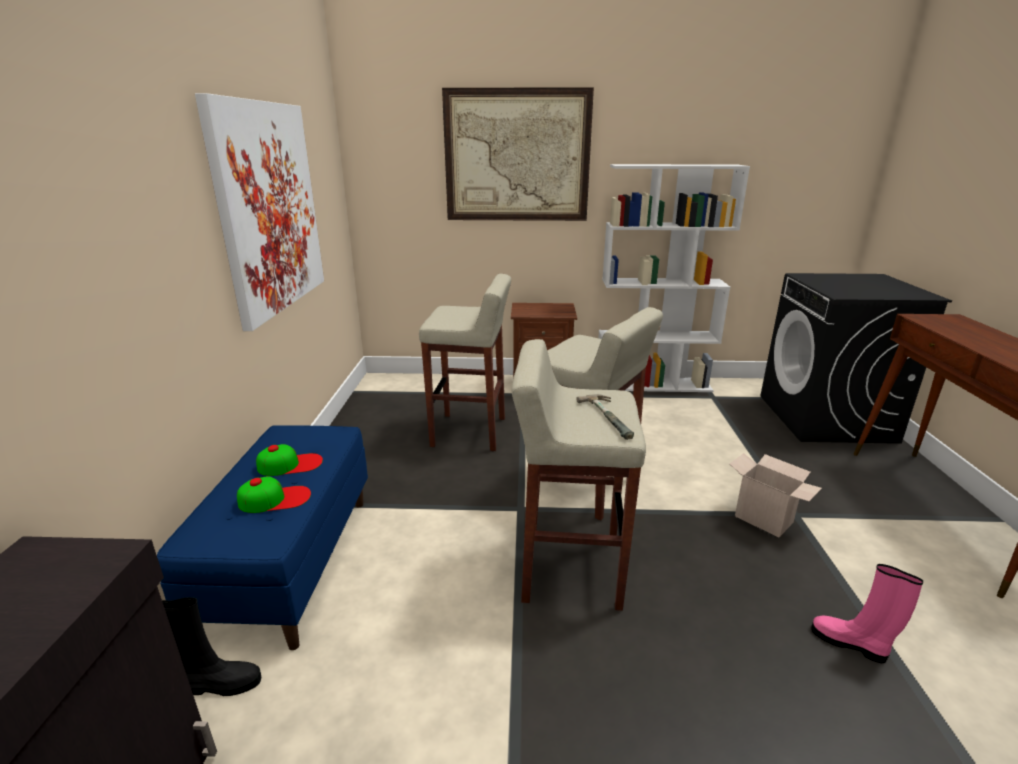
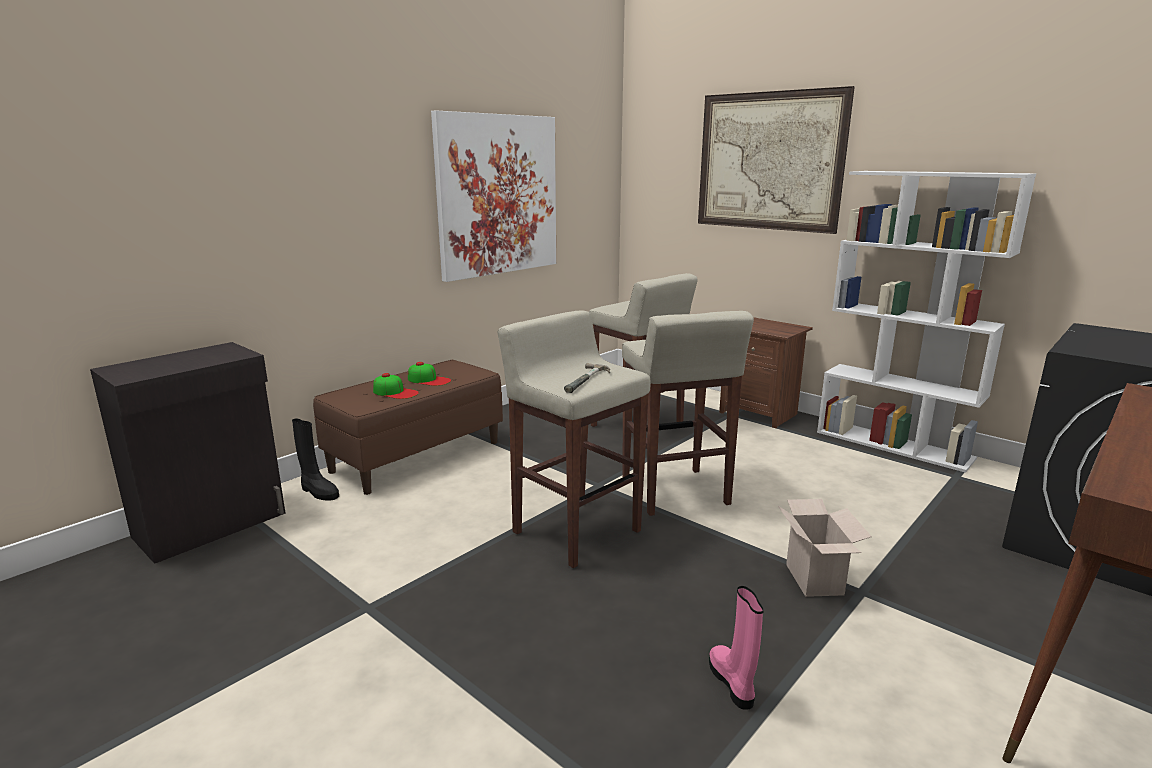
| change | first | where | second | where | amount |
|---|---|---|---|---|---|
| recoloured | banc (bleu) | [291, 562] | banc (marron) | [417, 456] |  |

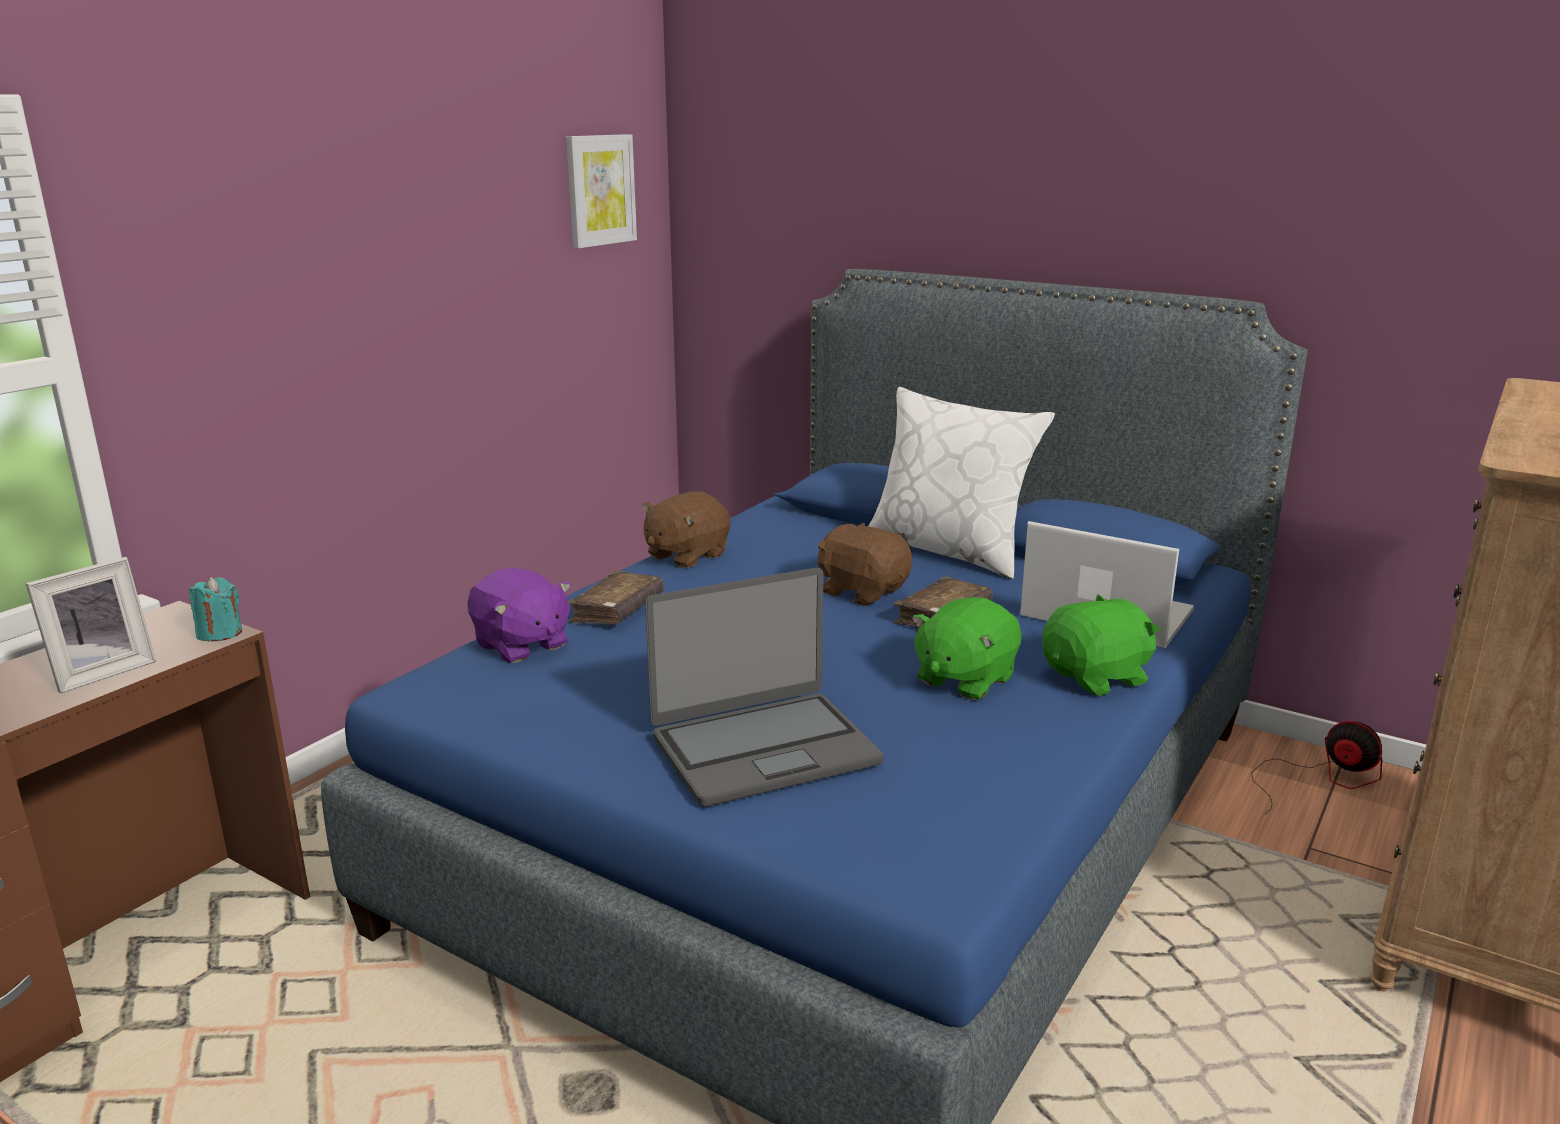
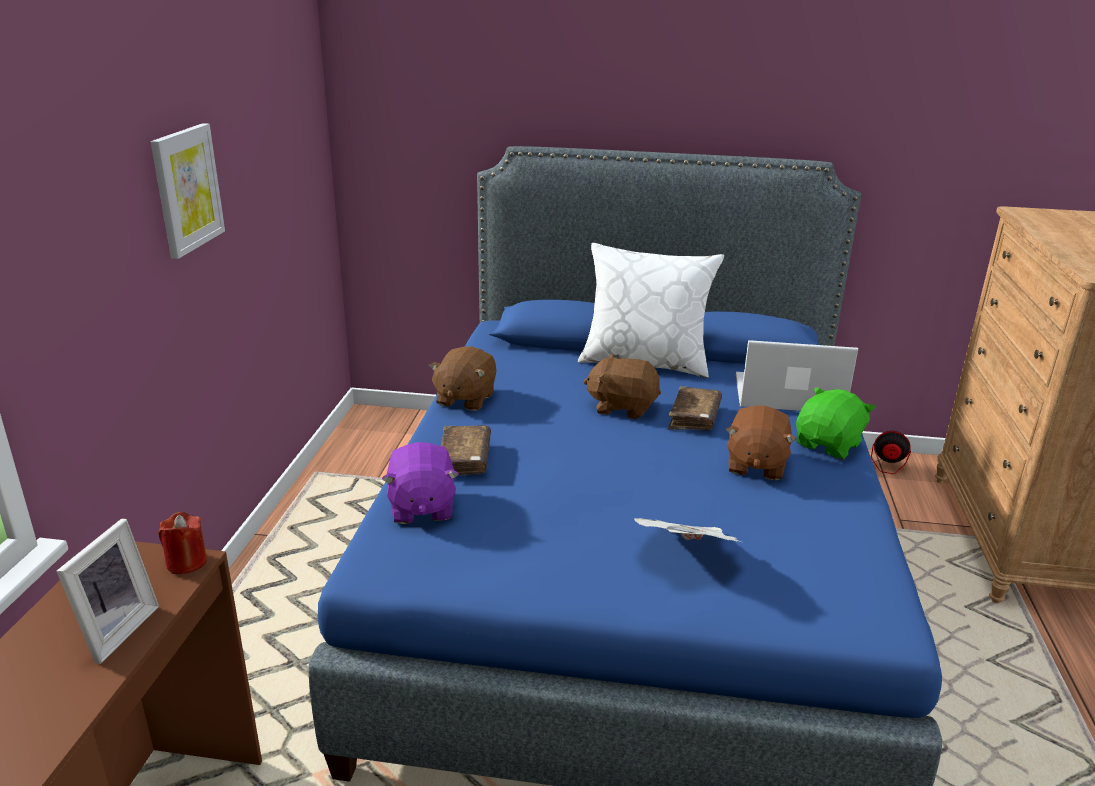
| change | first | where | second | where | amount |
|---|---|---|---|---|---|
| moved | tableau | [600, 190] |  | [186, 189] |  |
| recoloured | bougie (turquoise) | [220, 633] | bougie (rouge) | [186, 562] |  |
| turned | peluche (violet) | [521, 645] |  | [421, 508] | 60 degrees clockwise |
| replaced | ordinateur portable | [763, 749] | journal | [687, 553] |  |
| recoloured | peluche (vert) | [964, 679] | peluche (marron) | [755, 465] |  |

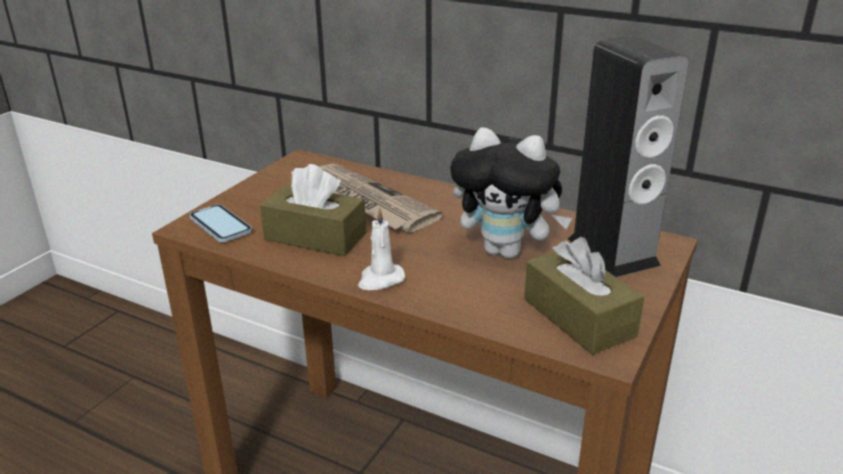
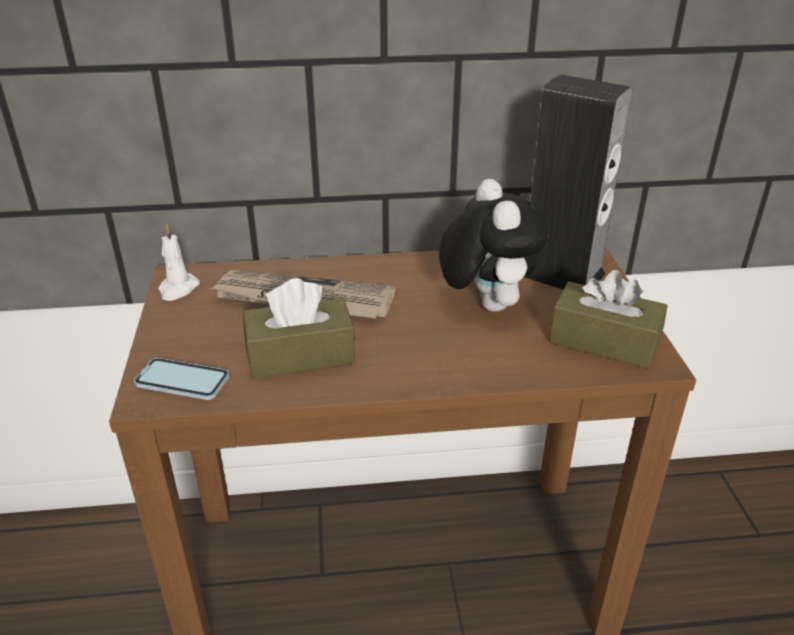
| change | first | where | second | where | amount |
|---|---|---|---|---|---|
| moved | bougie (blanc) | [380, 280] |  | [178, 289] |  |
| turned | peluche | [507, 251] |  | [485, 304] | 90 degrees counterclockwise |

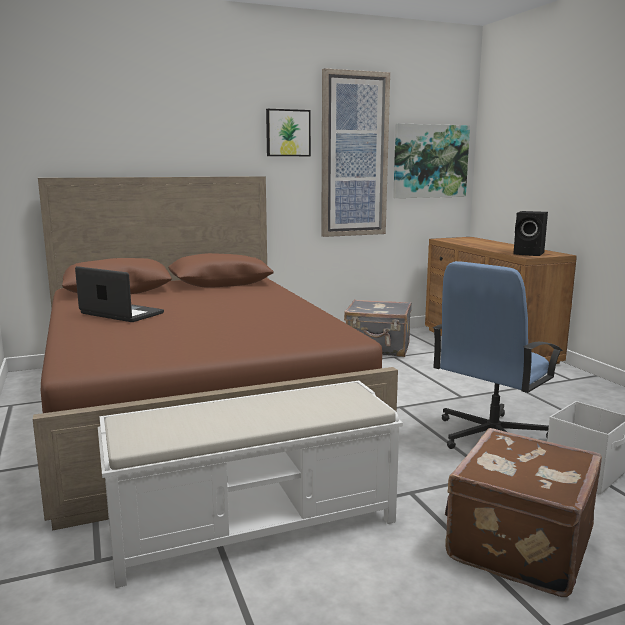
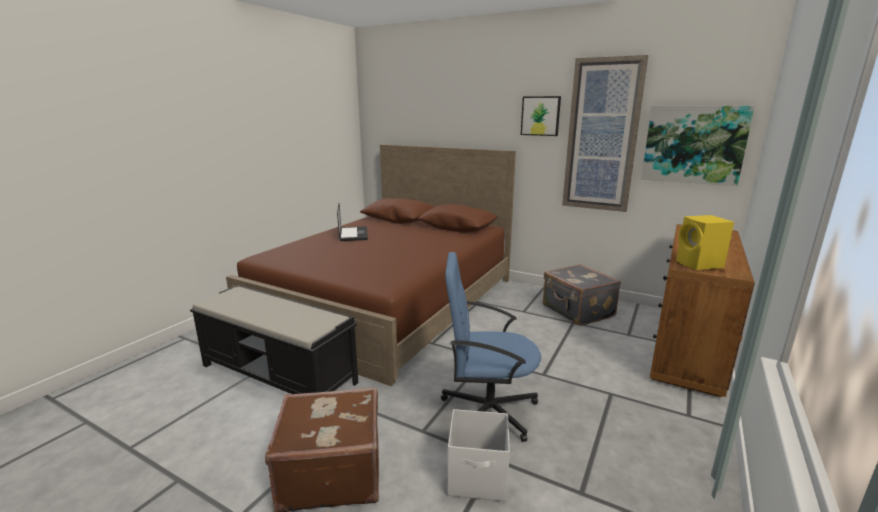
| change | first | where | second | where | amount |
|---|---|---|---|---|---|
| recoloured | banc (blanc) | [256, 525] | banc (noir) | [279, 374] |  |
| recoloured | enceinte (noir) | [530, 254] | enceinte (jaune) | [700, 265] |  |

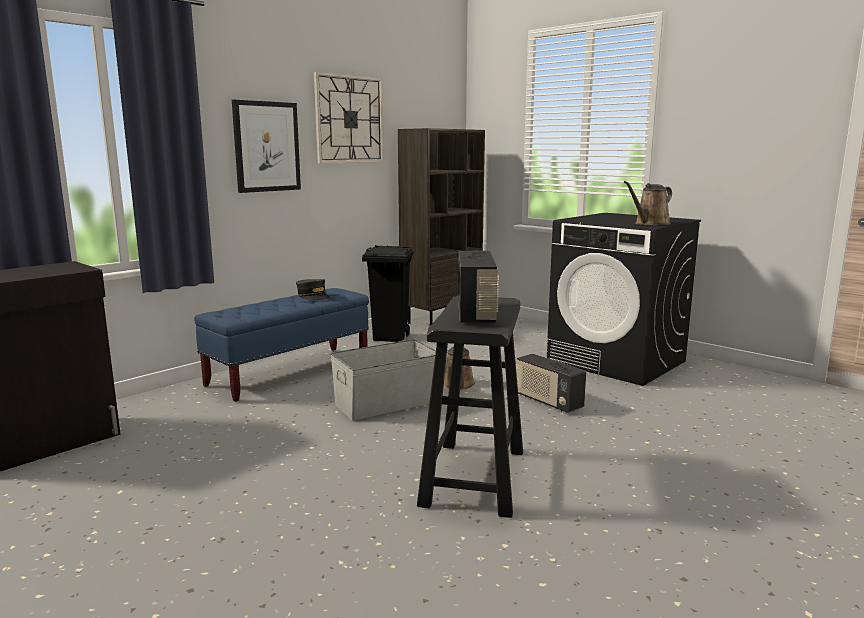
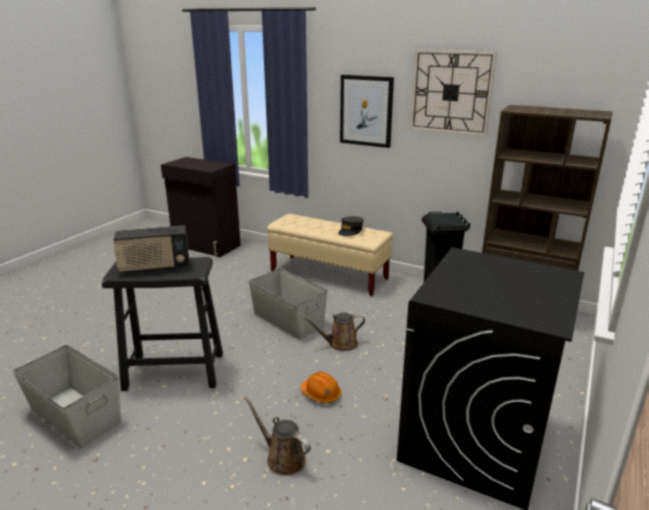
| change | first | where | second | where | amount |
|---|---|---|---|---|---|
| added |  |  | boîte de rangement (gris) | [75, 416] |  |
| moved | arrosoir (marron) | [650, 224] |  | [282, 458] |  |
| recoloured | banc (bleu) | [290, 373] | banc (beige) | [329, 275] |  |
| replaced | radio | [547, 402] | casque de chantier (orange) | [321, 394] |  |

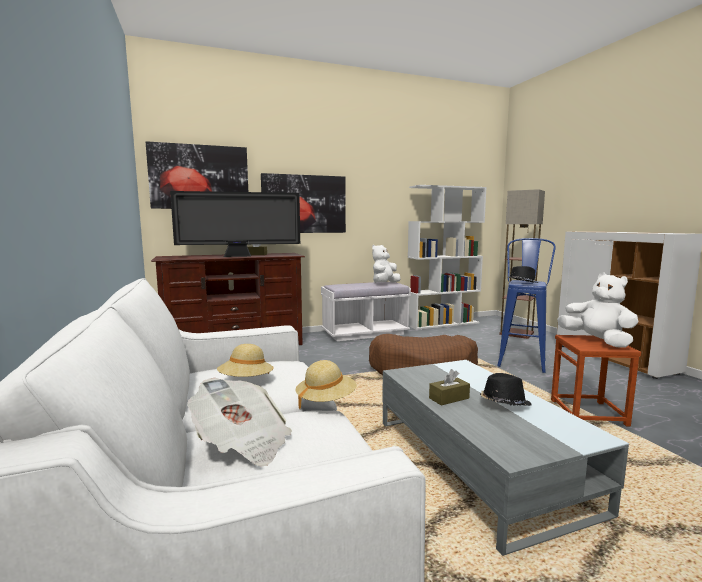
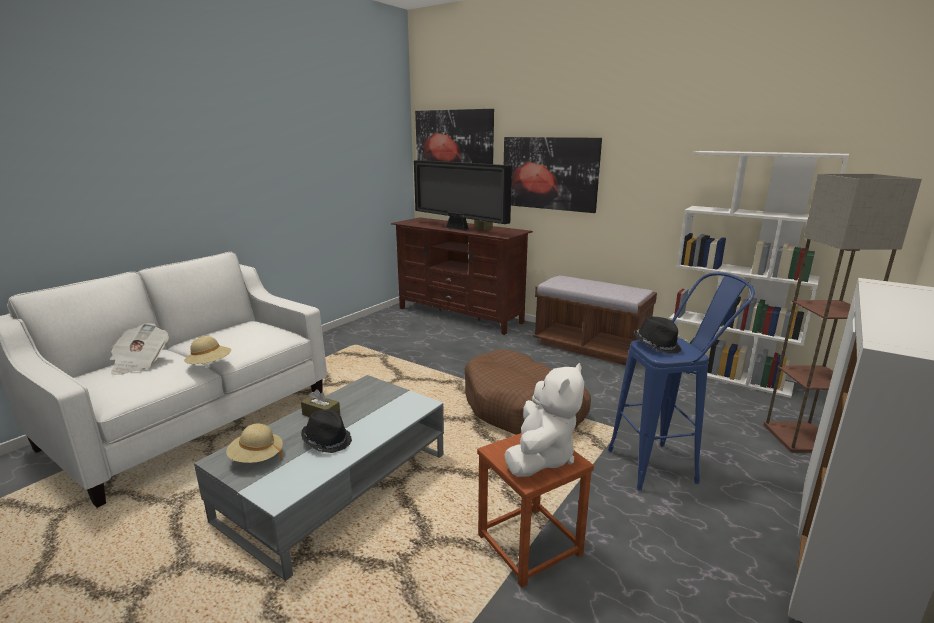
| change | first | where | second | where | amount |
|---|---|---|---|---|---|
| moved | chapeau (beige) | [246, 381] |  | [256, 458] |  |
| recoloured | banc (blanc) | [365, 333] | banc (marron) | [590, 347] |  |
| removed | peluche (blanc) | [384, 284] |  |  |  |

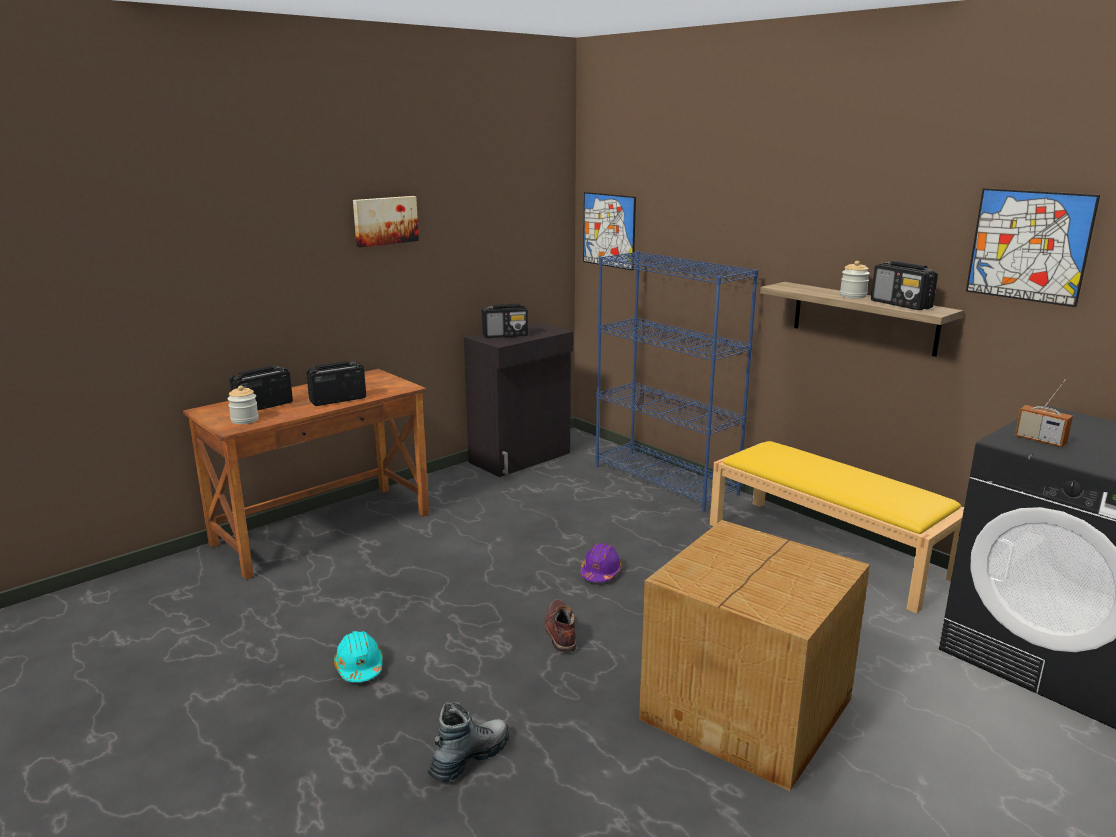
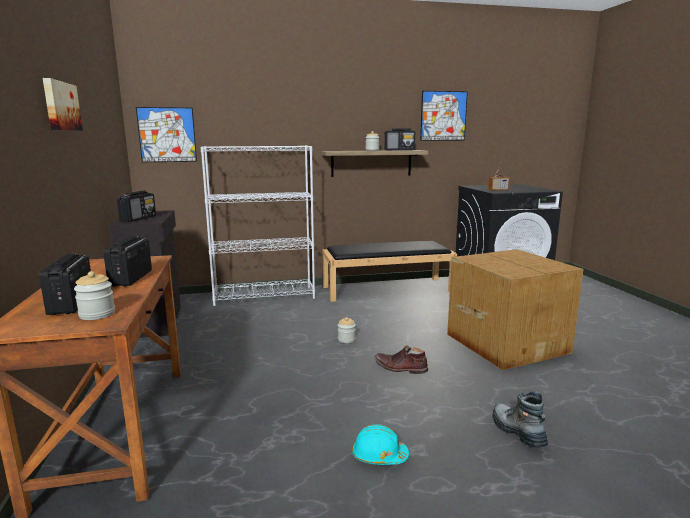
| change | first | where | second | where | amount |
|---|---|---|---|---|---|
| recoloured | bibliothèque (bleu) | [666, 480] | bibliothèque (blanc) | [265, 295] |  |
| recoloured | banc (jaune) | [828, 550] | banc (noir) | [388, 289] |  |
| replaced | casque de chantier (violet) | [600, 573] | bocal | [346, 339] |  |

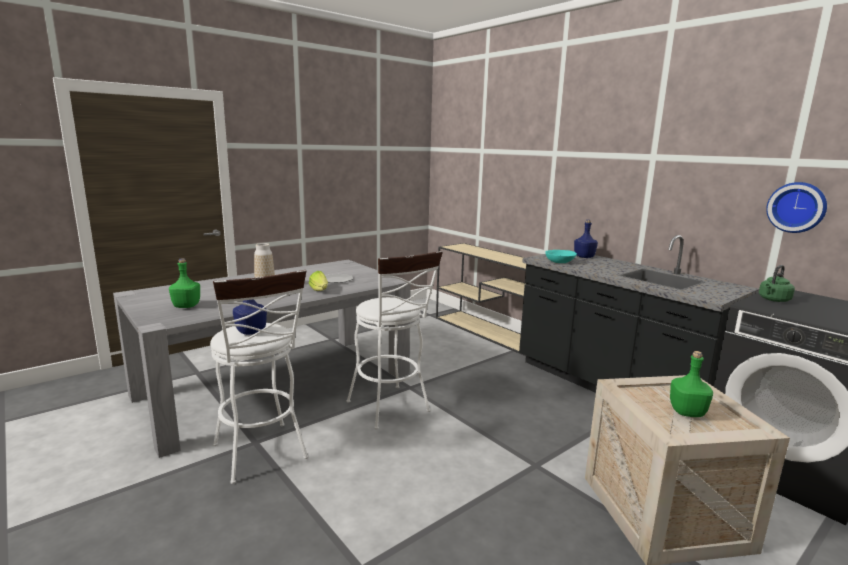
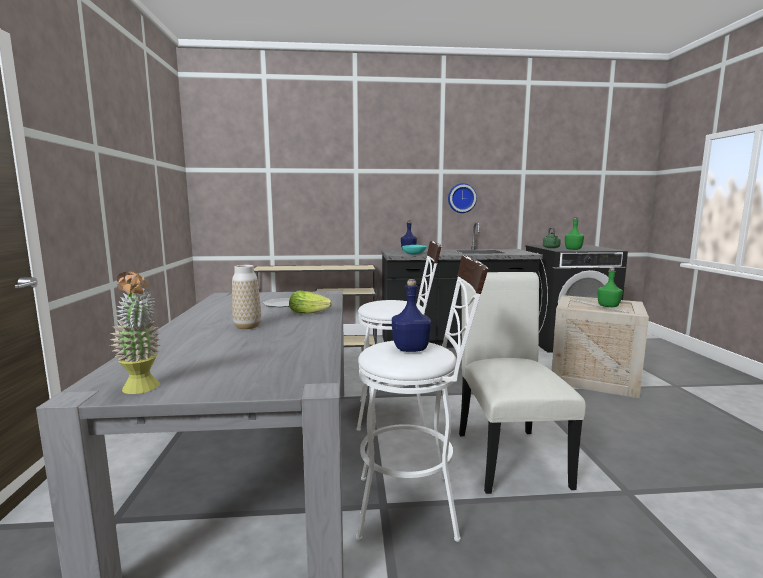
| change | first | where | second | where | amount |
|---|---|---|---|---|---|
| added |  |  | plante en pot | [142, 390] |  |
| moved | horloge murale | [797, 207] |  | [461, 198] |  |
| added |  |  | chaise (blanc) | [507, 454] |  |
| moved | bouteille (vert) | [186, 306] |  | [573, 249] |  |

